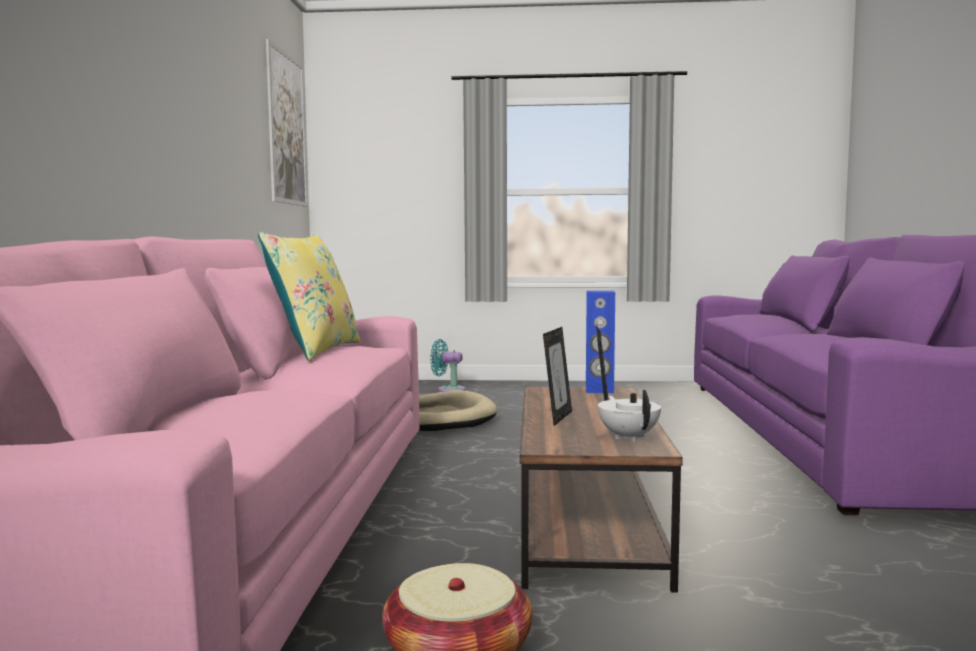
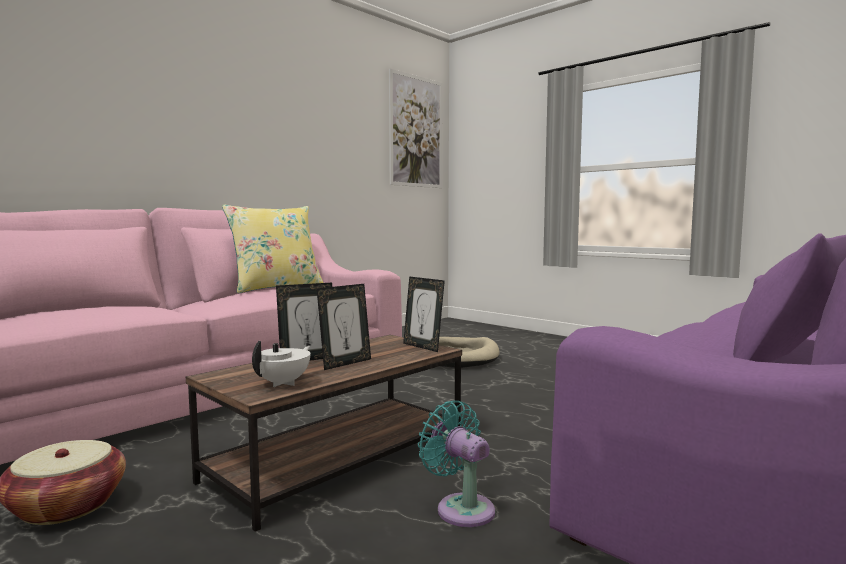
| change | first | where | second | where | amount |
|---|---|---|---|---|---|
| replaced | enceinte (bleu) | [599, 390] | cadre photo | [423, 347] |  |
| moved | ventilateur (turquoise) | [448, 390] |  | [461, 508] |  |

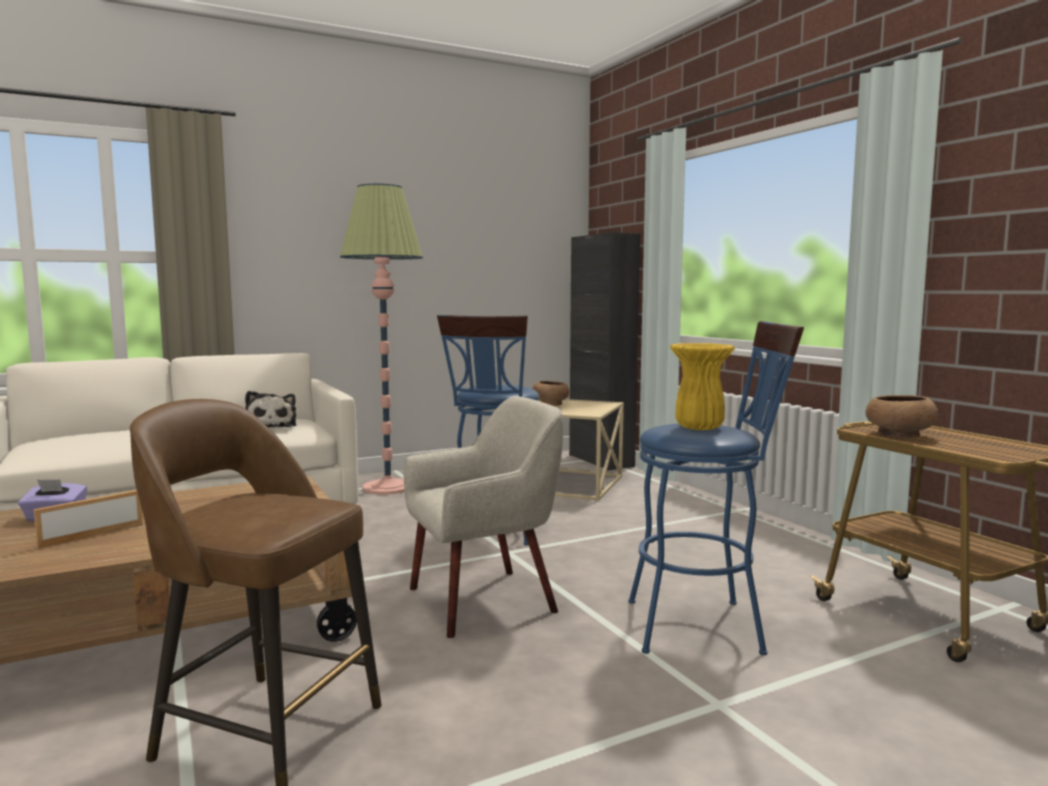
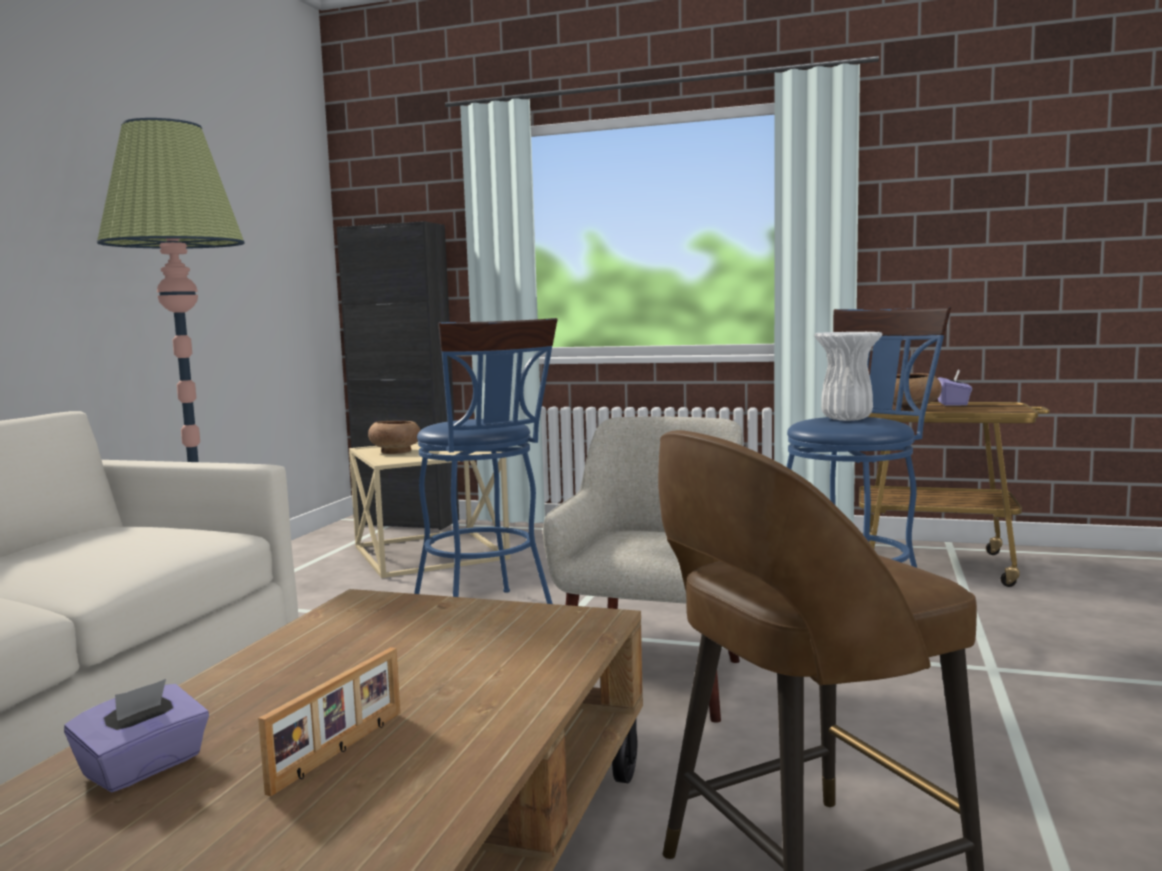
| change | first | where | second | where | amount |
|---|---|---|---|---|---|
| turned | cadre photo | [91, 535] |  | [340, 751] | 150 degrees counterclockwise |
| recoloured | vase (jaune) | [698, 427] | vase (blanc) | [845, 419] |  |
| added |  |  | boîte à mouchoirs (violet) | [953, 404] |  |
| removed | peluche | [271, 426] |  |  |  |

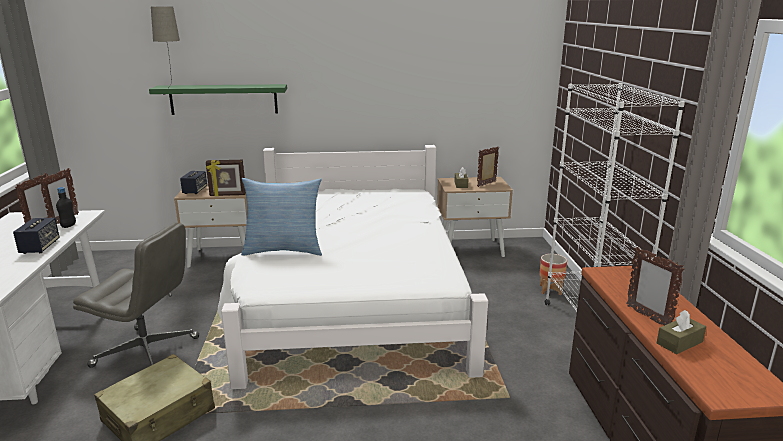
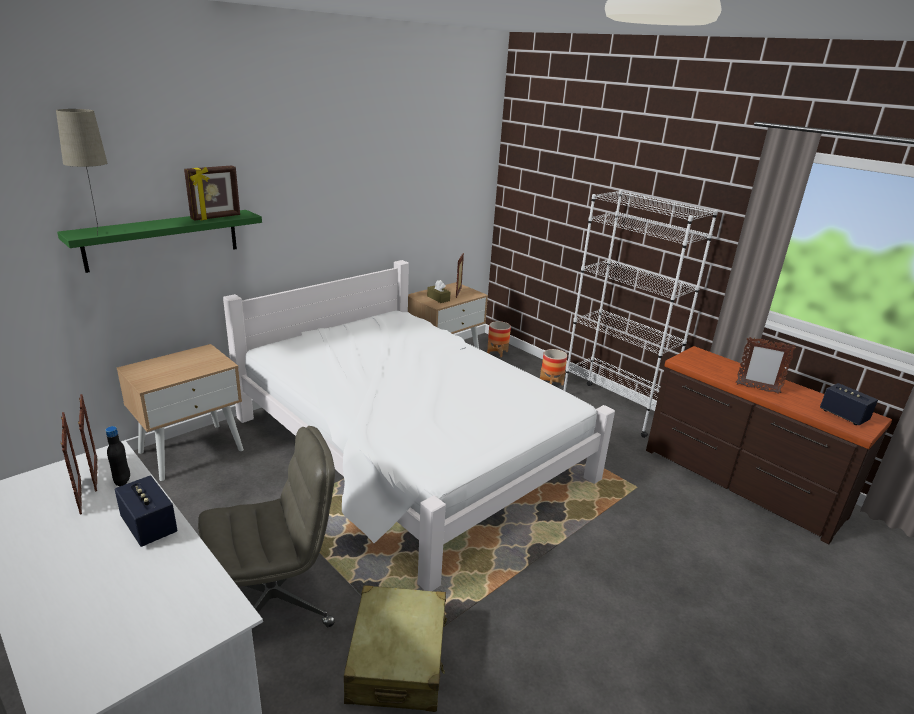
| change | first | where | second | where | amount |
|---|---|---|---|---|---|
| moved | cadre photo | [227, 195] |  | [216, 217] |  |
| added |  |  | cache-pot | [497, 352] |  |
| moved | enceinte | [195, 191] |  | [843, 415] |  |
| removed | coussin | [284, 250] |  |  |  |
| removed | boîte à mouchoirs (marron) | [679, 342] |  |  |  |

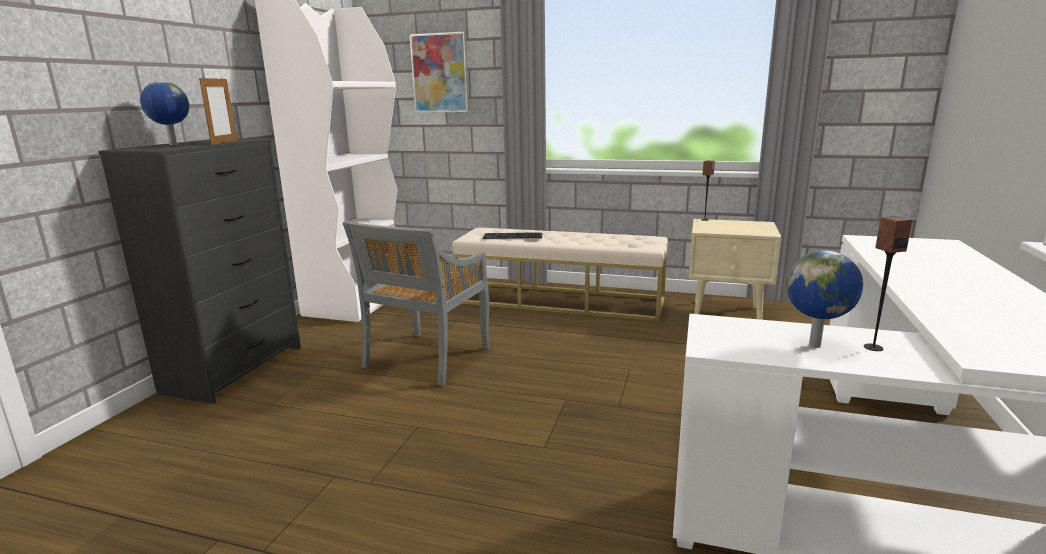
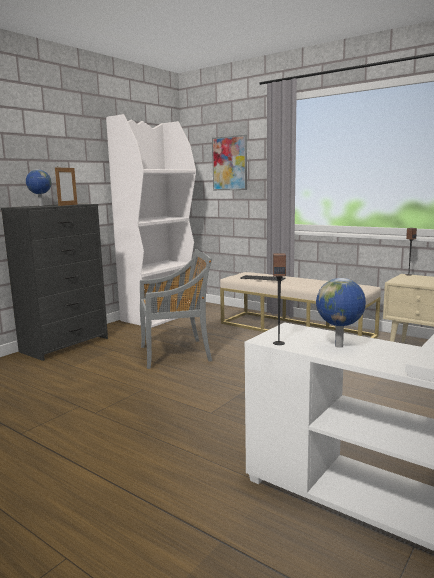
| change | first | where | second | where | amount |
|---|---|---|---|---|---|
| turned | chaise (gris) | [426, 359] |  | [176, 353] | 150 degrees counterclockwise |
| moved | enceinte | [873, 347] |  | [278, 343] |  |

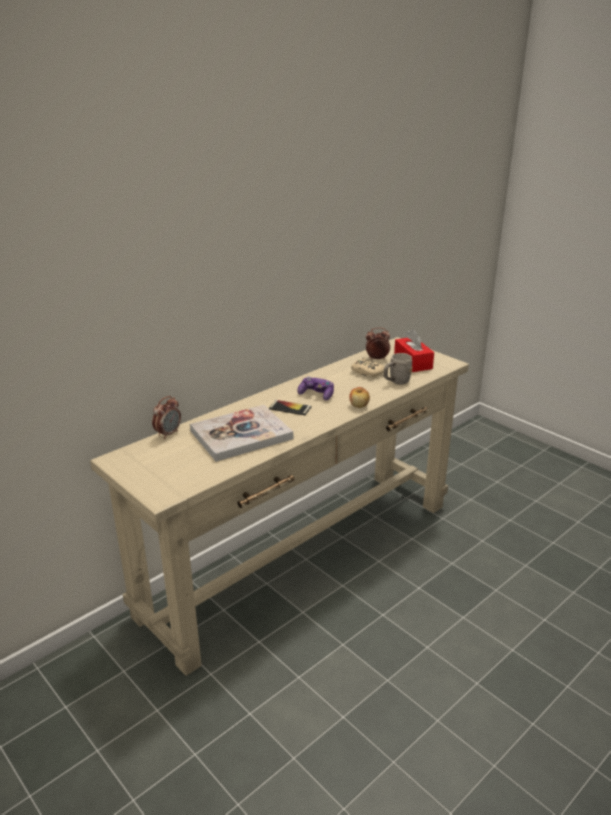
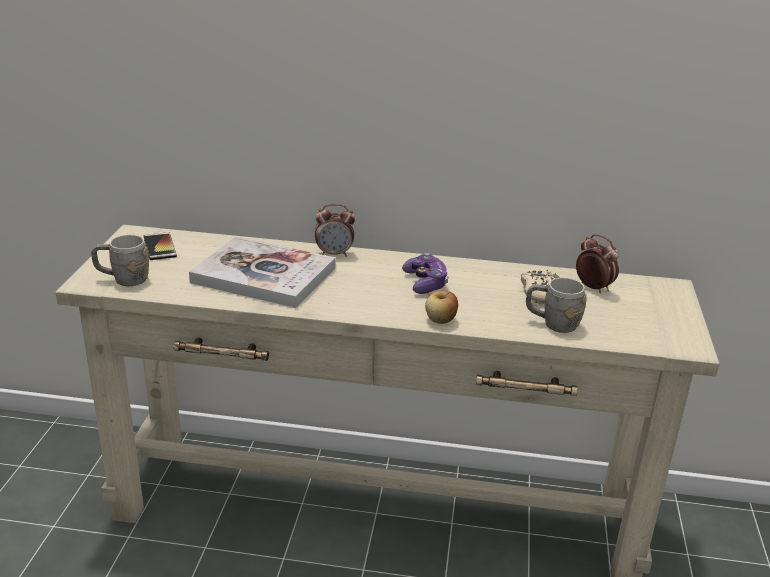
| change | first | where | second | where | amount |
|---|---|---|---|---|---|
| added |  |  | mug (gris) | [123, 279] |  |
| moved | téléphone | [290, 408] |  | [160, 247] |  |
| moved | réveil | [168, 434] |  | [334, 254] |  |
| removed | boîte à mouchoirs (rouge) | [413, 362] |  |  |  |

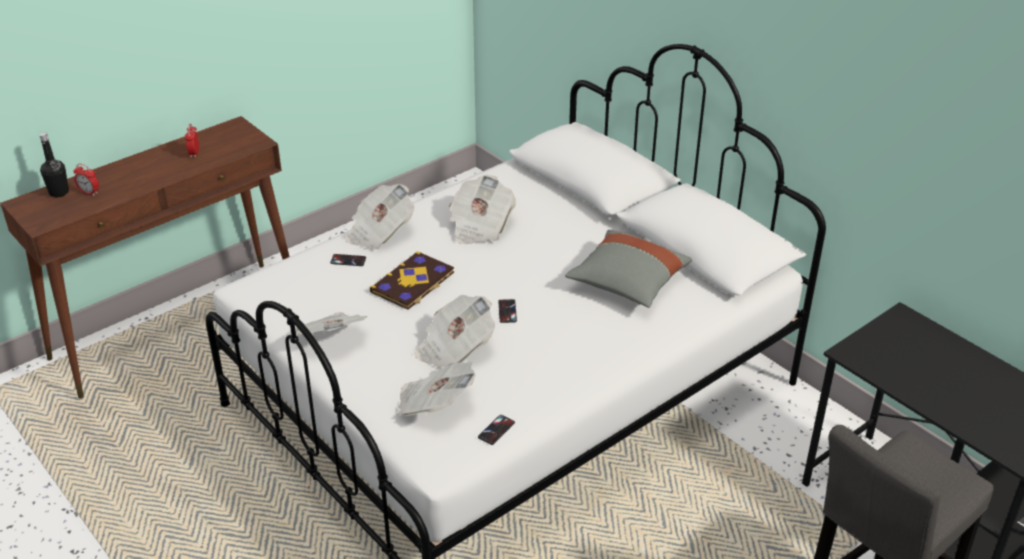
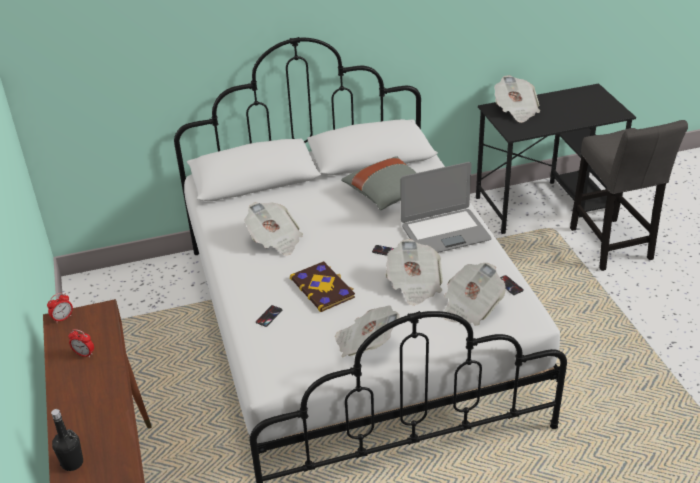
| change | first | where | second | where | amount |
|---|---|---|---|---|---|
| moved | réveil | [89, 192] |  | [63, 318] |  |
| added |  |  | ordinateur portable | [445, 232] |  |
| moved | journal | [379, 232] |  | [516, 110] |  |

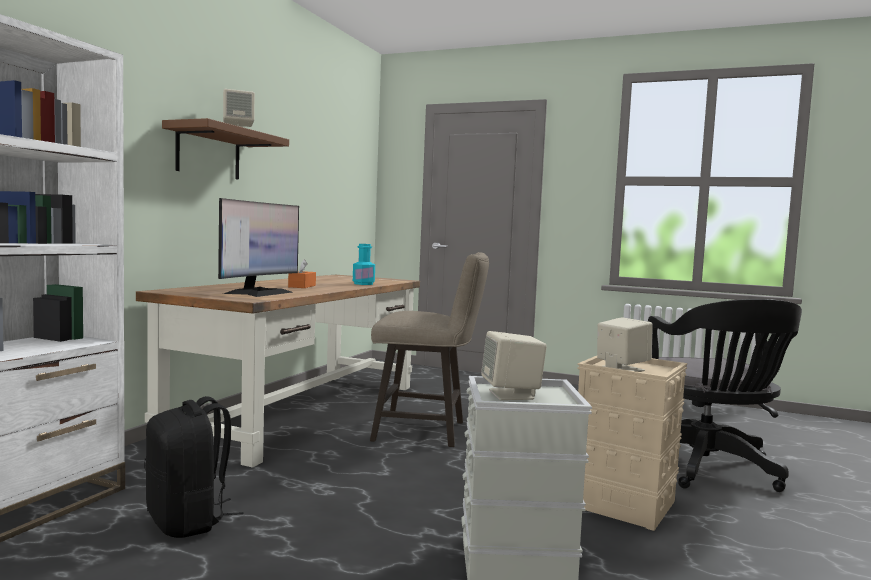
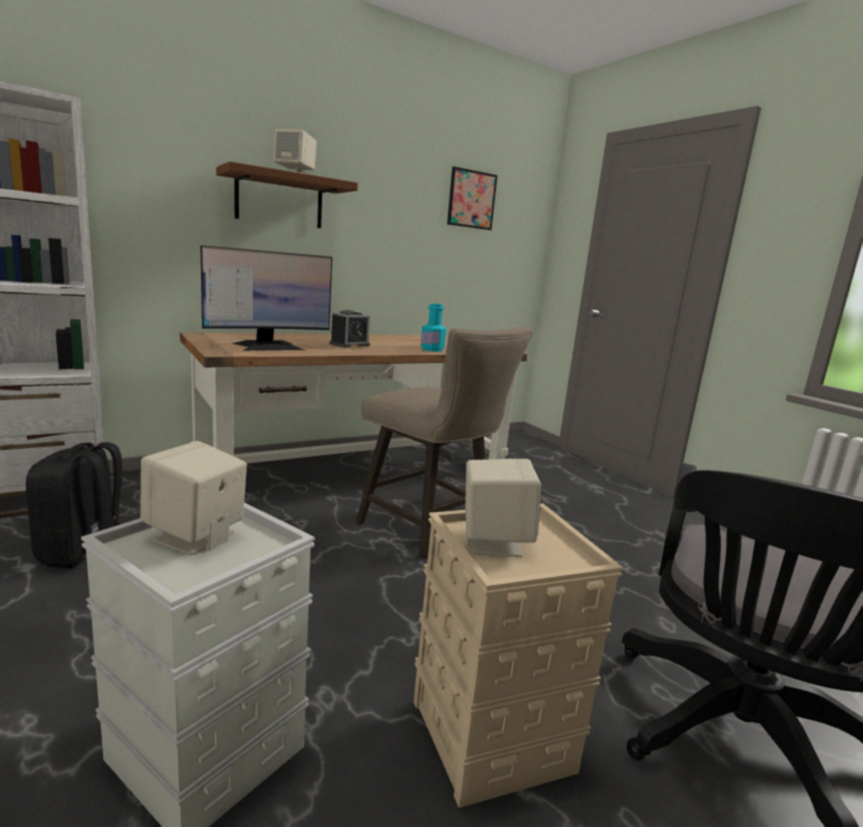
| change | first | where | second | where | amount |
|---|---|---|---|---|---|
| replaced | boîte à mouchoirs (orange) | [302, 286] | réveil | [349, 344] |  |
| added |  |  | tableau | [471, 199] |  |

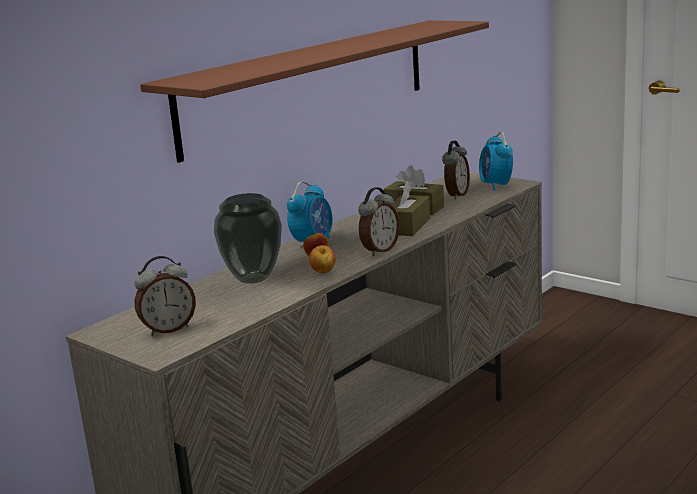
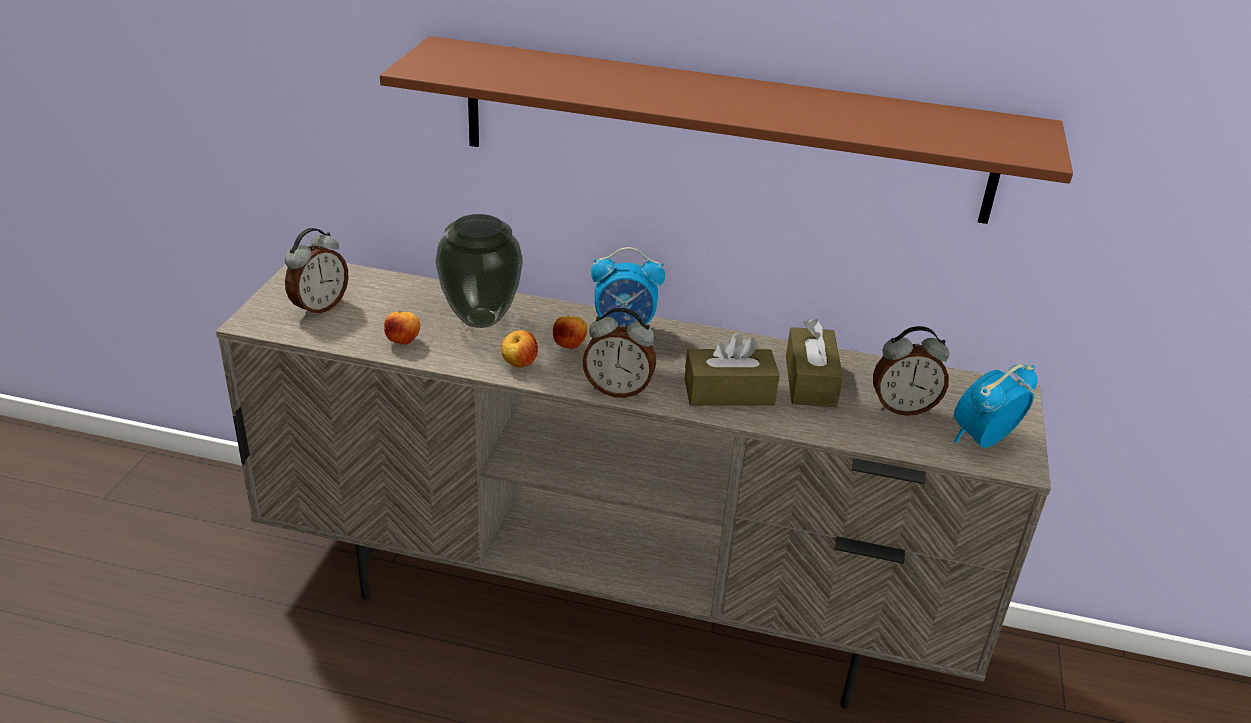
| change | first | where | second | where | amount |
|---|---|---|---|---|---|
| turned | réveil | [168, 329] |  | [319, 307] | 90 degrees counterclockwise |
| added |  |  | pomme | [403, 341] |  |

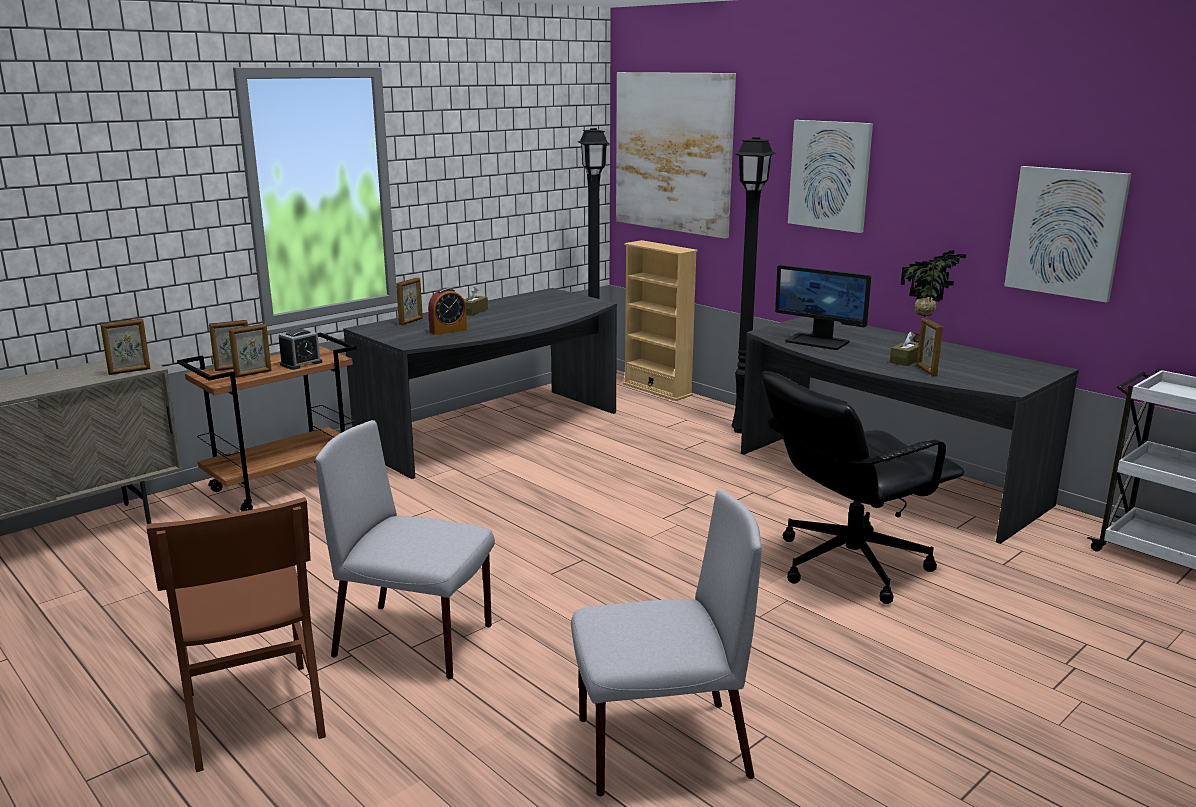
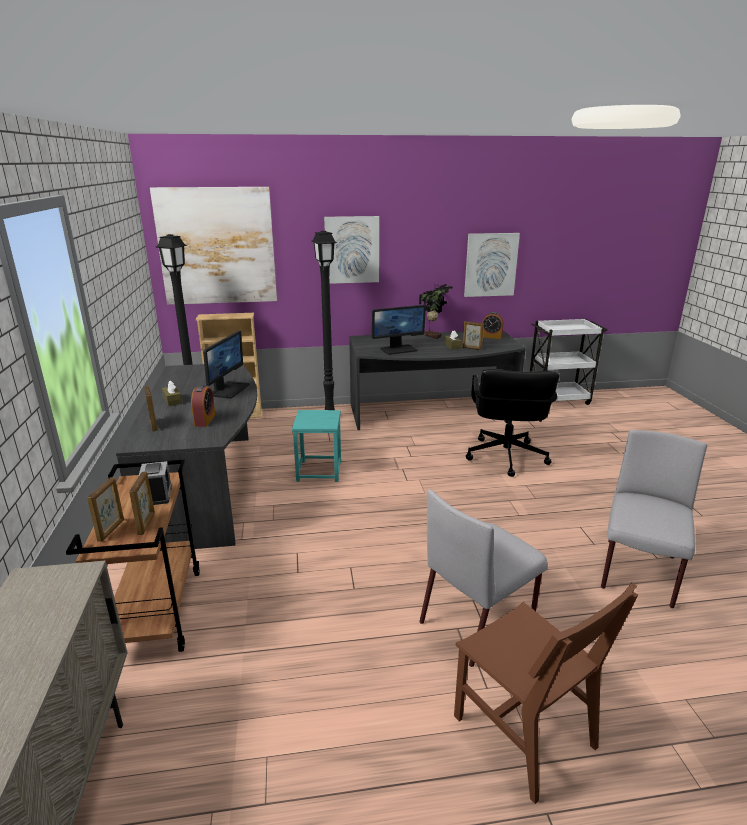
| change | first | where | second | where | amount |
|---|---|---|---|---|---|
| added |  |  | écran d'ordinateur | [228, 389] |  |
| added |  |  | tabouret (turquoise) | [319, 471] |  |
| turned | chaise (marron) | [253, 714] |  | [523, 731] | 45 degrees clockwise |
| added |  |  | réveil | [491, 337] |  |
| removed | cadre photo | [130, 371] |  |  |  |

